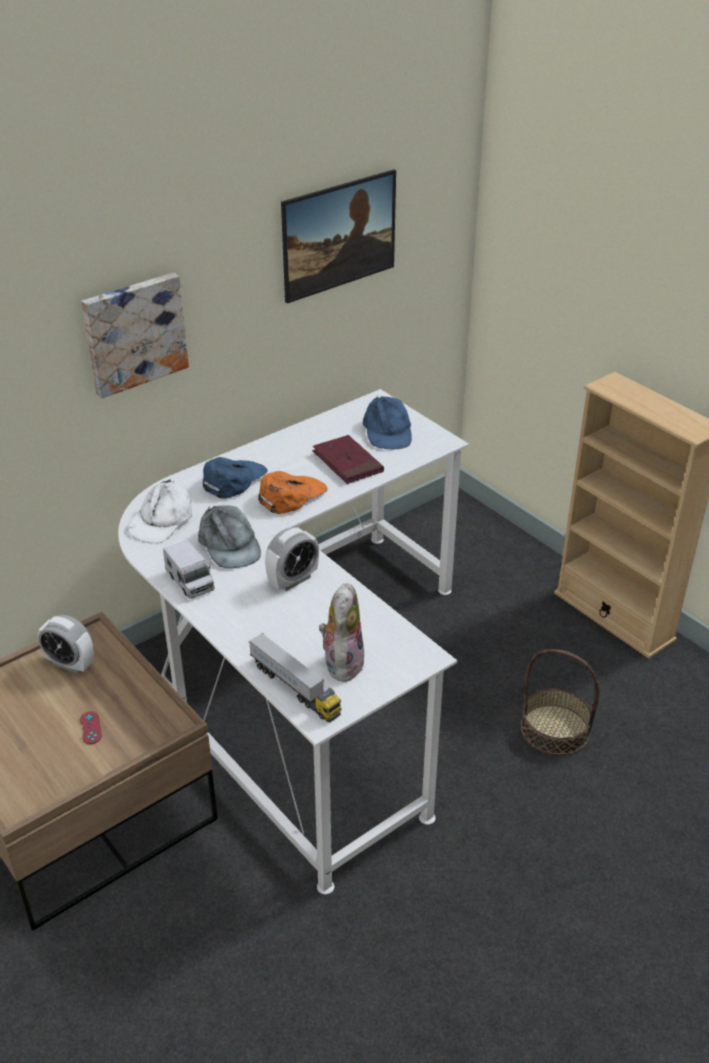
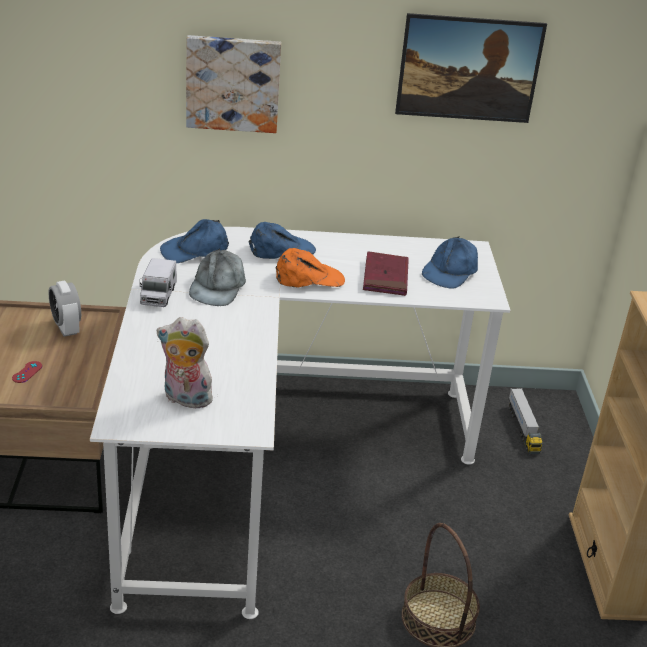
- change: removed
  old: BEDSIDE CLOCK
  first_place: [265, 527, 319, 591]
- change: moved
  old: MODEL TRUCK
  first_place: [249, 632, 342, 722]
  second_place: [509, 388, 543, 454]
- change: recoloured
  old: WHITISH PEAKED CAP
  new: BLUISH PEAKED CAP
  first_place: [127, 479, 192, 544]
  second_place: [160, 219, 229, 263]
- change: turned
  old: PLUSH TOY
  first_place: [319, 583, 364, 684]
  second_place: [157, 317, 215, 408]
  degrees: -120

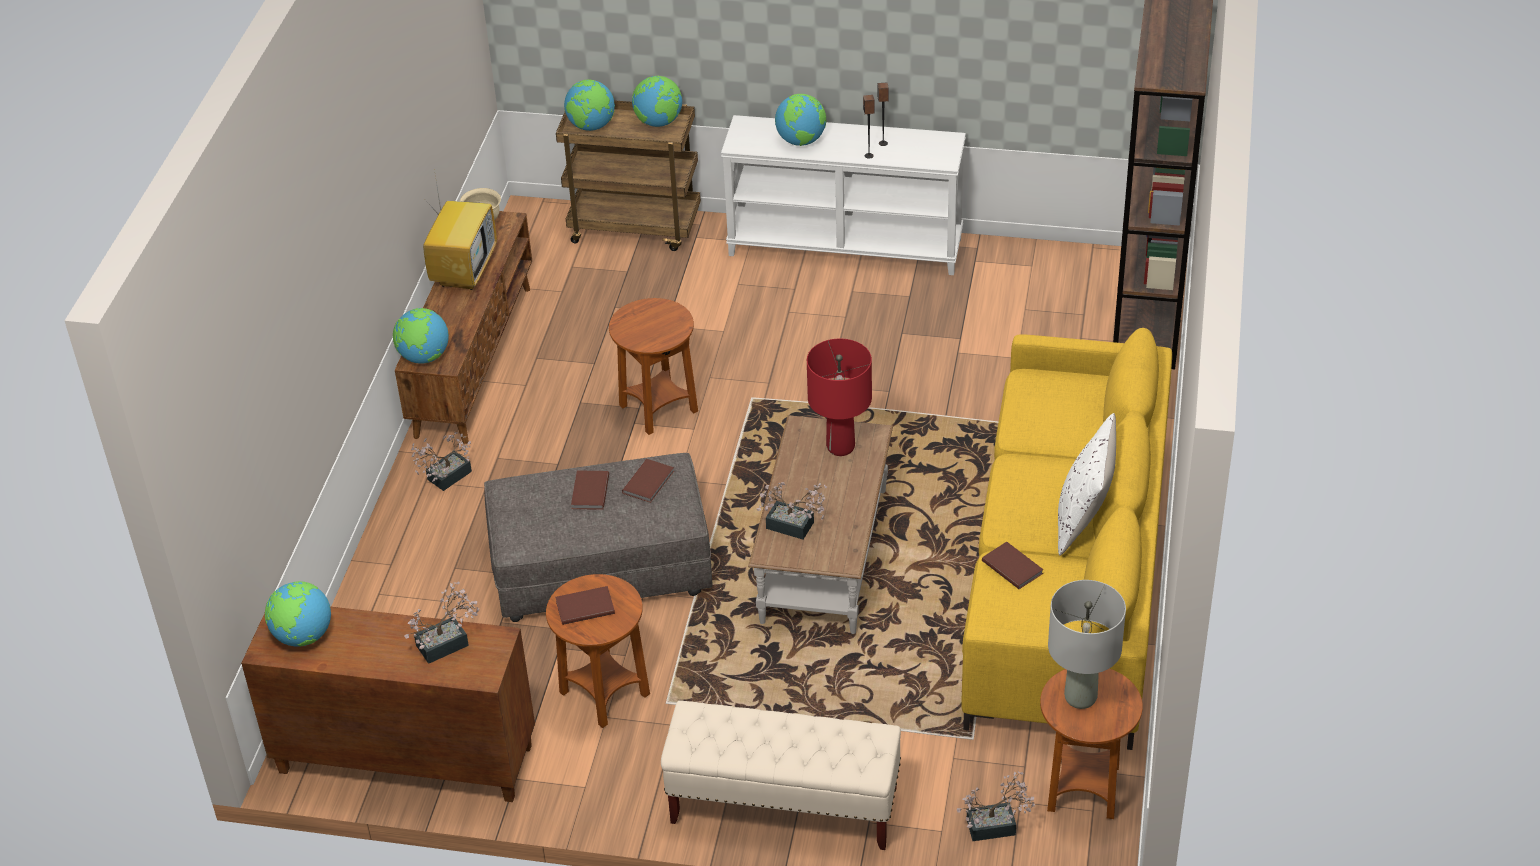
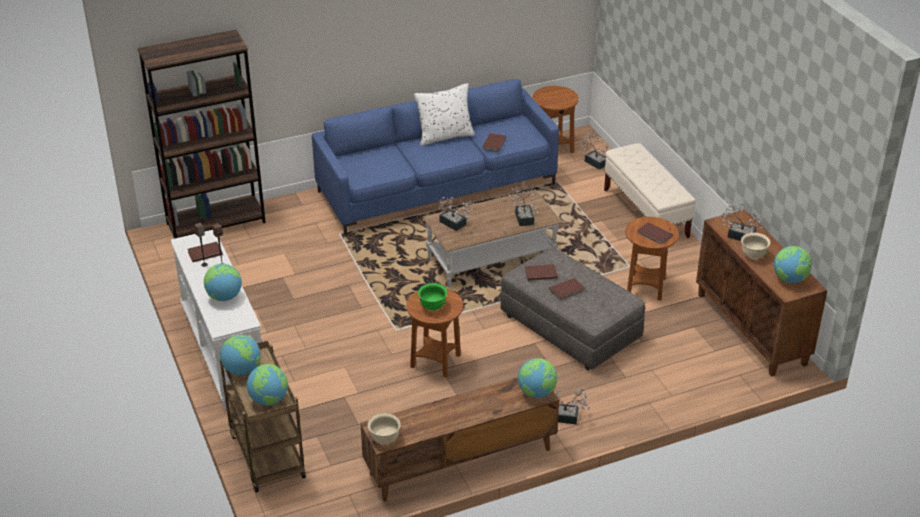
- change: removed
  old: TELEVISION
  first_place: [423, 176, 497, 290]
- change: removed
  old: GREYISH TABLE LAMP
  first_place: [1048, 580, 1126, 709]
- change: added
  new: BROWNISH BOOK
  second_place: [187, 242, 223, 262]
- change: added
  new: GREEN BOWL
  second_place: [418, 283, 447, 311]
- change: added
  new: BEIGE BOWL
  second_place: [741, 233, 771, 259]
- change: replaced
  old: RED TABLE LAMP
  new: HOUSEPLANT
  first_place: [807, 339, 872, 456]
  second_place: [435, 197, 474, 231]
- change: recoloured
  old: YELLOW-COLOURED COUCH
  new: BLUISH COUCH
  first_place: [961, 328, 1172, 750]
  second_place: [312, 79, 559, 236]

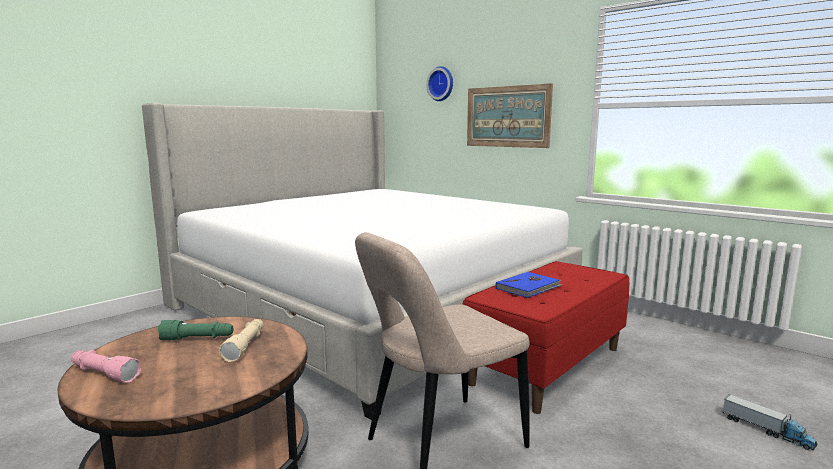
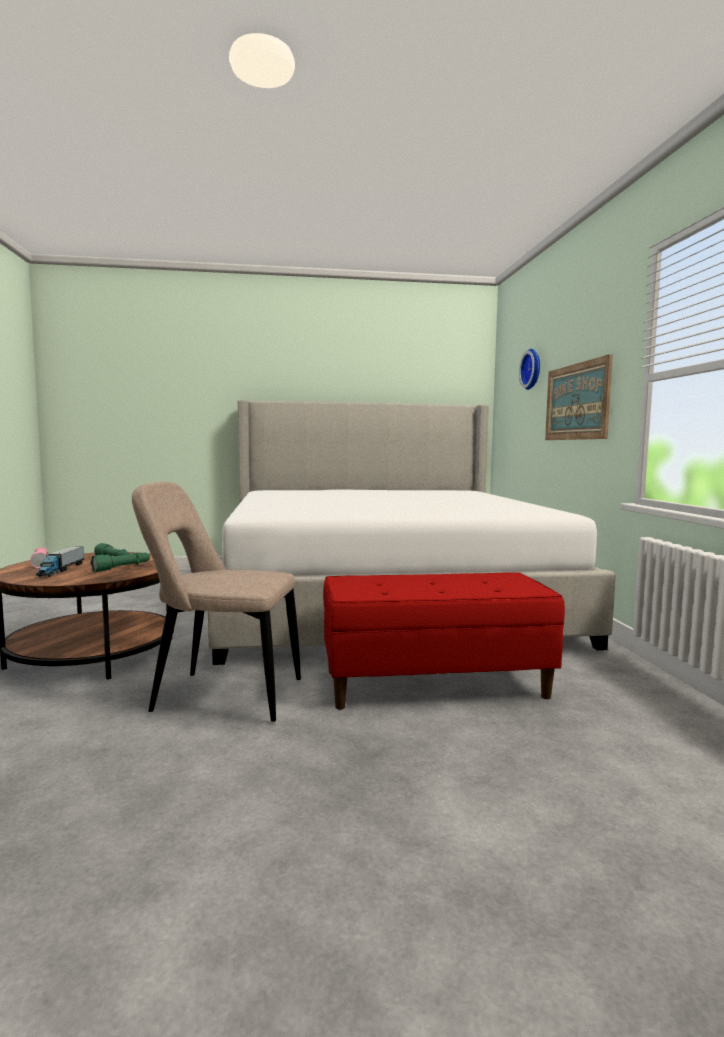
- change: removed
  old: BLUISH BOOK
  first_place: [496, 272, 562, 298]
- change: moved
  old: MODEL TRUCK
  first_place: [722, 394, 818, 450]
  second_place: [36, 546, 84, 577]
- change: recoloured
  old: BEIGE TORCH
  new: GREEN TORCH
  first_place: [219, 319, 263, 362]
  second_place: [91, 552, 150, 572]

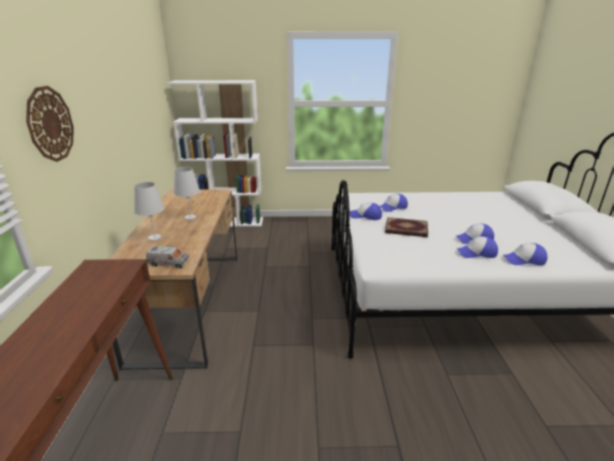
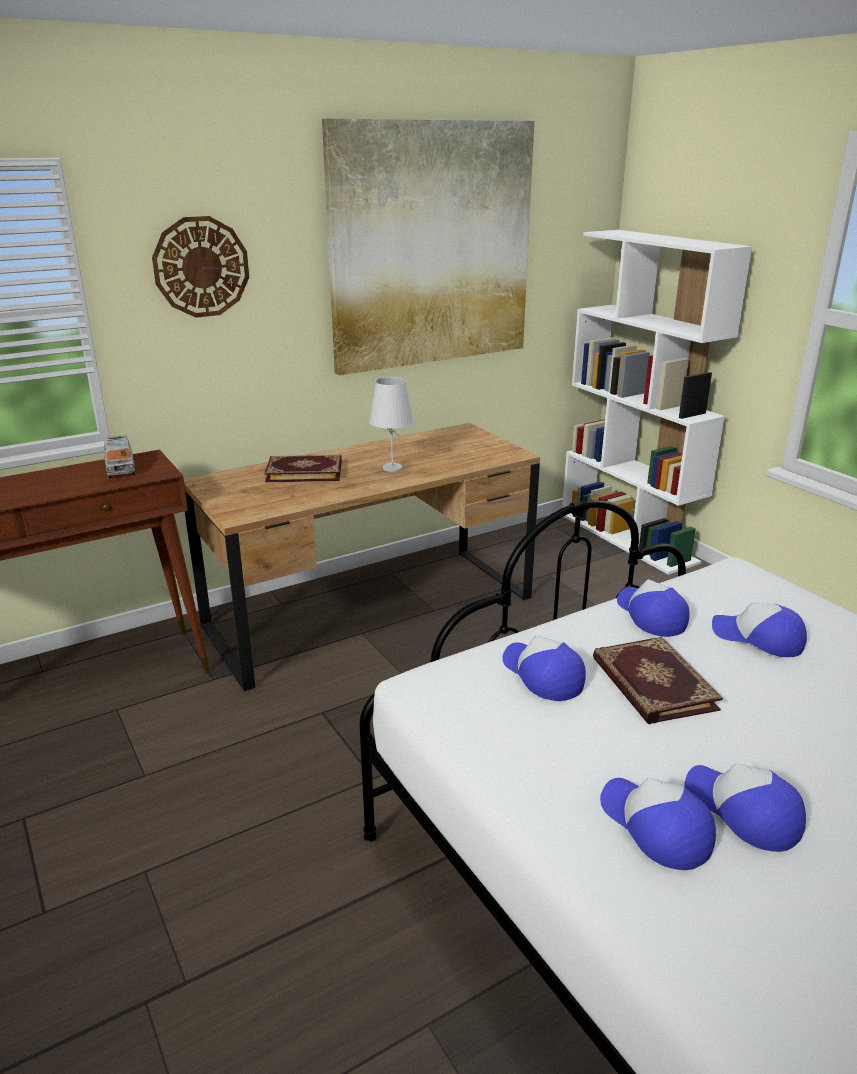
- change: added
  new: PICTURE
  second_place: [322, 119, 534, 375]
- change: moved
  old: MODEL TRUCK
  first_place: [146, 246, 189, 269]
  second_place: [104, 435, 136, 478]
- change: moved
  old: PEAKED CAP
  first_place: [502, 243, 547, 265]
  second_place: [503, 636, 586, 701]
- change: replaced
  old: WHITISH TABLE LAMP
  new: BOOK
  first_place: [134, 182, 164, 241]
  second_place: [264, 455, 342, 482]

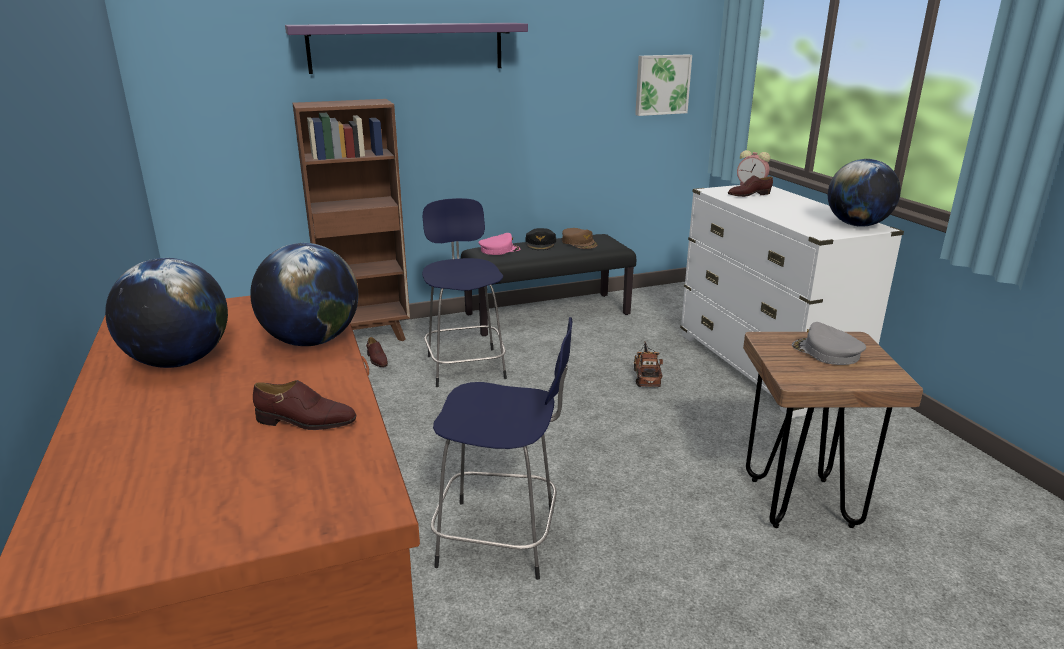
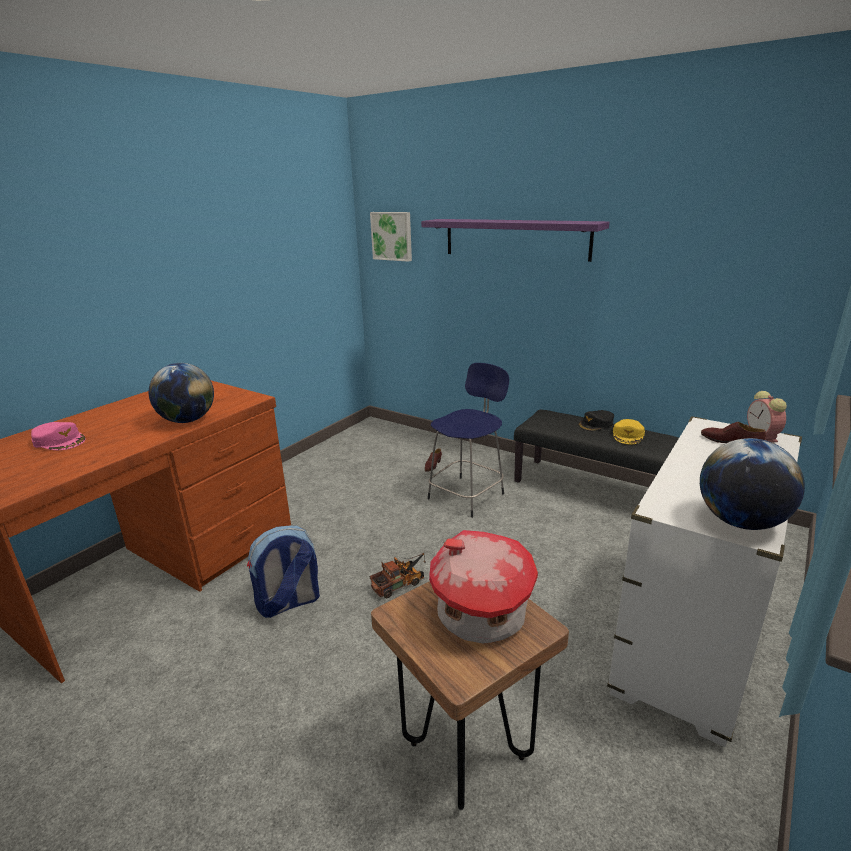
- change: removed
  old: DESK GLOBE
  first_place: [105, 258, 228, 368]
- change: removed
  old: BROWNISH ITEM OF FOOTWEAR
  first_place: [253, 380, 356, 430]
- change: removed
  old: BROWNISH SHELVING UNIT
  first_place: [292, 99, 410, 341]
- change: moved
  old: PINKISH PEAKED CAP
  first_place: [478, 233, 521, 255]
  second_place: [31, 422, 86, 450]
- change: moved
  old: MODEL TRUCK
  first_place: [634, 341, 663, 387]
  second_place: [370, 553, 426, 598]
- change: moved
  old: PICTURE
  first_place: [635, 54, 692, 116]
  second_place: [370, 212, 412, 262]
- change: replaced
  old: BLUISH STOOL
  new: RUCKSACK
  first_place: [431, 317, 572, 580]
  second_place: [247, 526, 320, 618]
- change: replaced
  old: GREYISH PEAKED CAP
  new: TOY HOUSE
  first_place: [792, 322, 866, 365]
  second_place: [429, 530, 538, 643]
- change: recoloured
  old: BROWNISH PEAKED CAP
  new: YELLOW-COLOURED PEAKED CAP
  first_place: [562, 228, 598, 249]
  second_place: [613, 419, 645, 444]

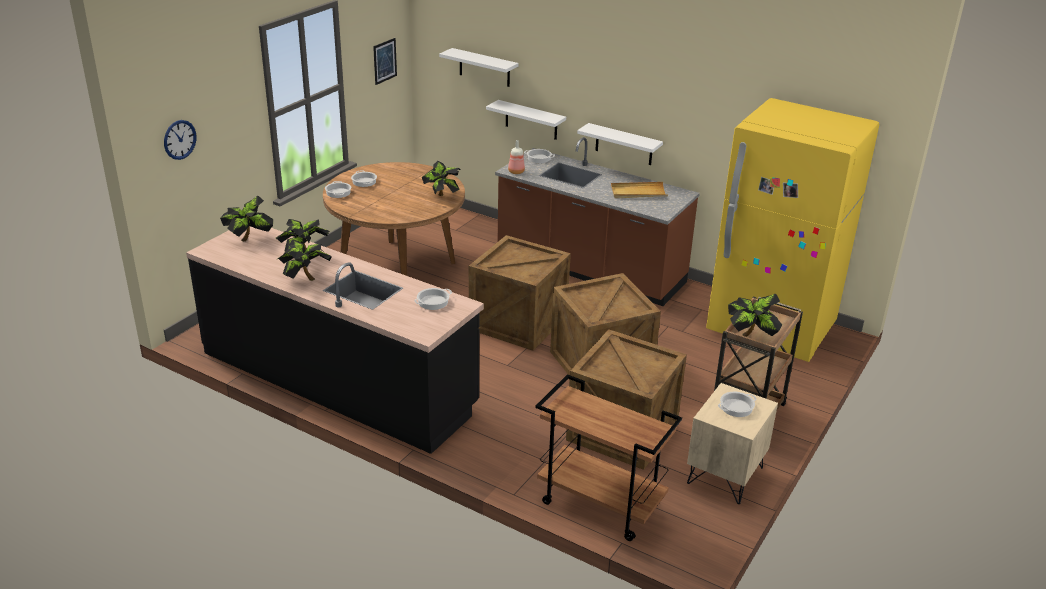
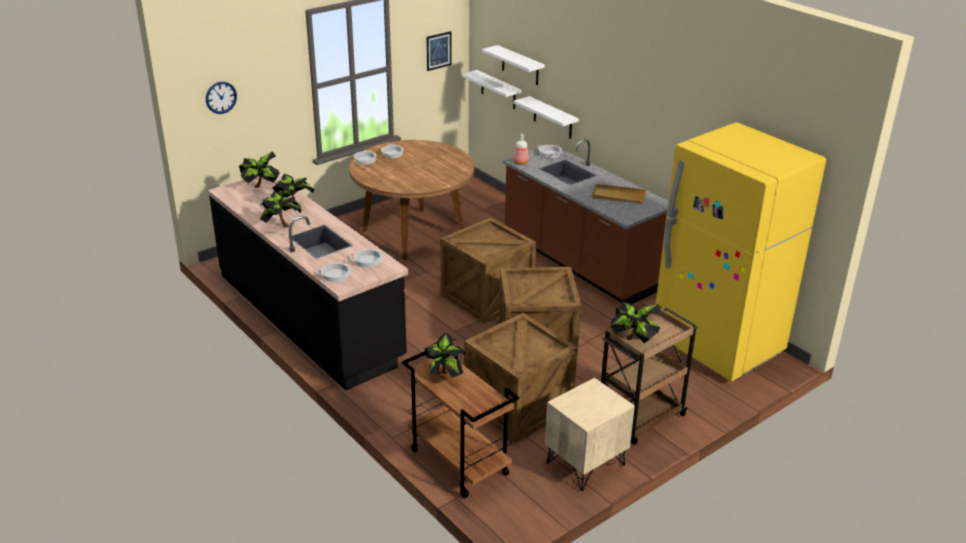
- change: moved
  old: HOUSEPLANT
  first_place: [422, 161, 460, 196]
  second_place: [425, 332, 466, 378]
- change: moved
  old: WHITISH WALL SHELF
  first_place: [577, 123, 663, 165]
  second_place: [462, 70, 521, 109]
- change: moved
  old: SAUCEPOT
  first_place: [718, 392, 756, 417]
  second_place: [316, 263, 354, 282]

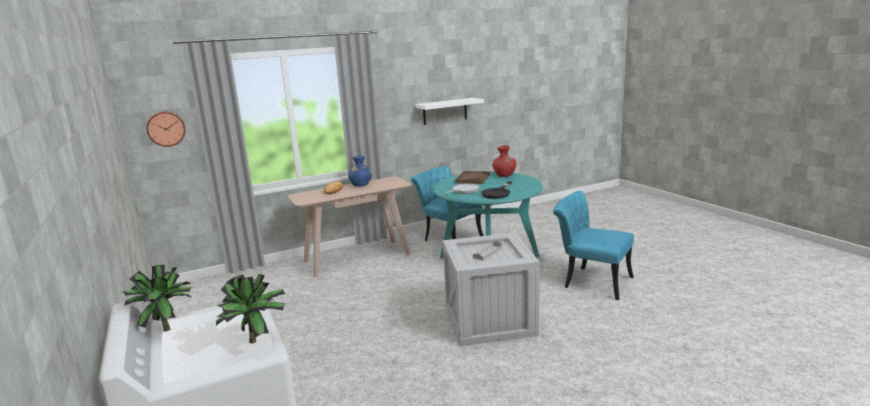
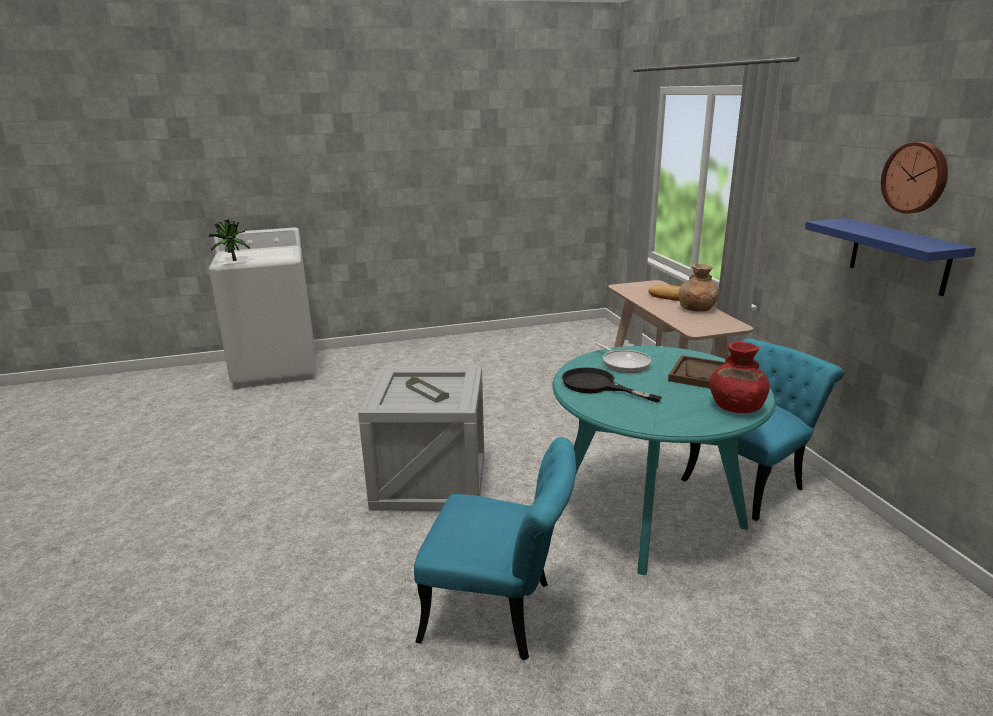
- change: removed
  old: HOUSEPLANT
  first_place: [122, 265, 192, 332]
- change: moved
  old: CLOCK ON THE WALL
  first_place: [146, 111, 186, 147]
  second_place: [881, 142, 948, 213]
- change: recoloured
  old: BLUISH FLOWER VASE
  new: BROWNISH FLOWER VASE
  first_place: [348, 156, 372, 187]
  second_place: [679, 264, 719, 312]
- change: recoloured
  old: WHITISH WALL SHELF
  new: BLUISH WALL SHELF
  first_place: [415, 98, 484, 125]
  second_place: [805, 218, 976, 296]
- change: turned
  old: TURQUOISE PLAIN CHAIR
  first_place: [553, 191, 634, 300]
  second_place: [414, 437, 576, 661]
  degrees: 60

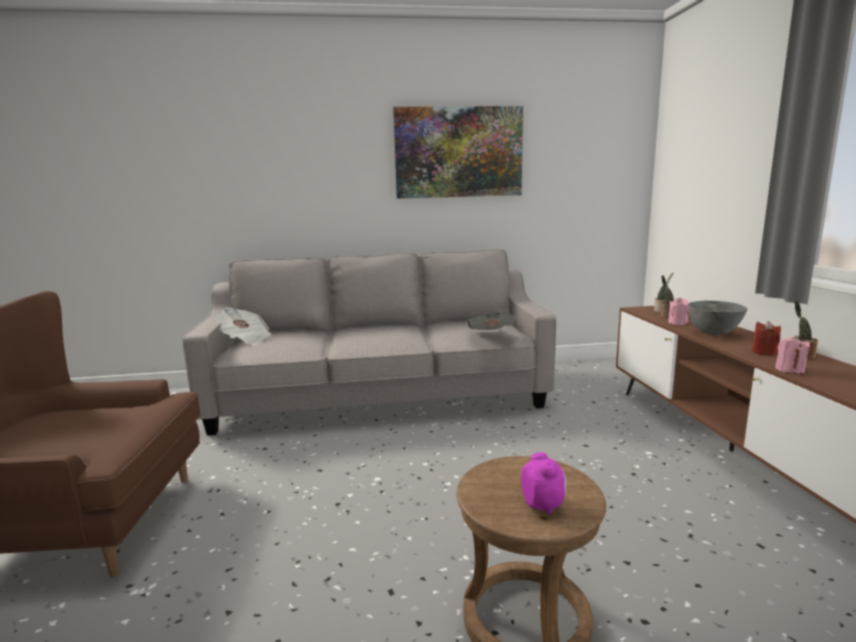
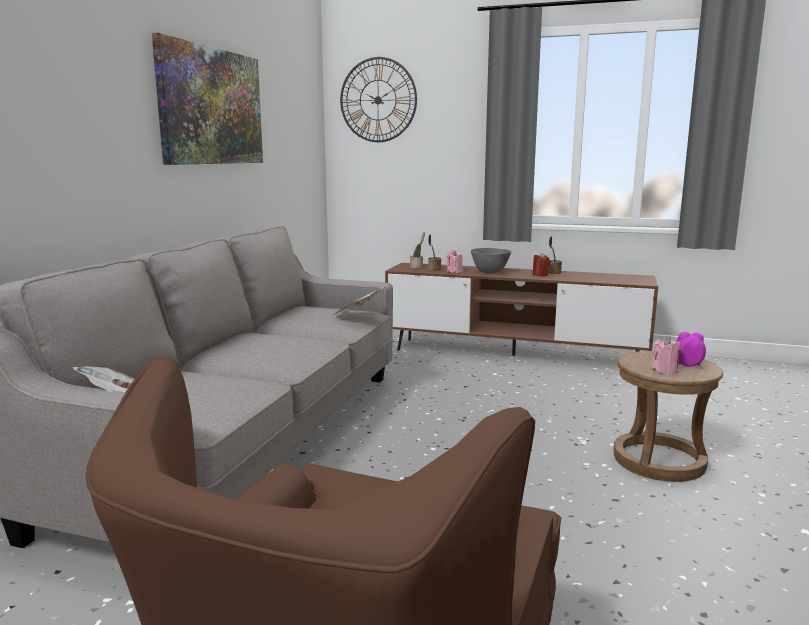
- change: added
  new: CLOCK ON THE WALL
  second_place: [340, 57, 417, 142]
- change: moved
  old: PINKISH WAX LIGHT
  first_place: [775, 335, 810, 374]
  second_place: [651, 337, 680, 375]

